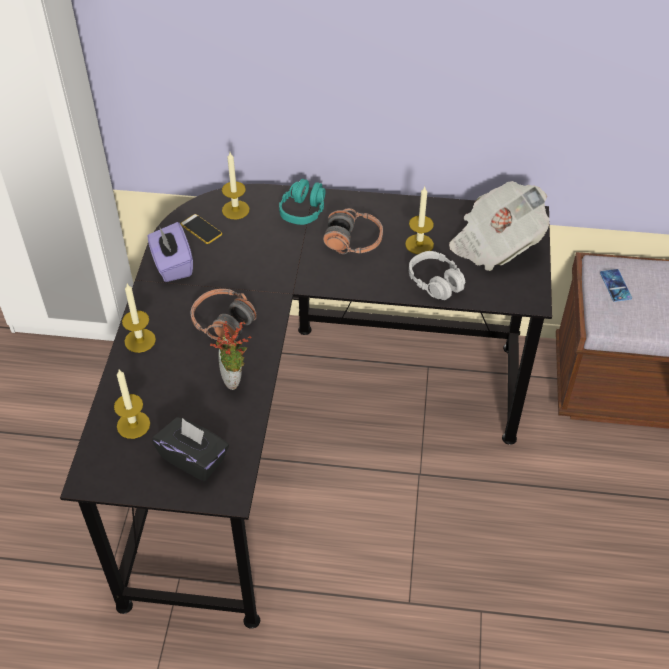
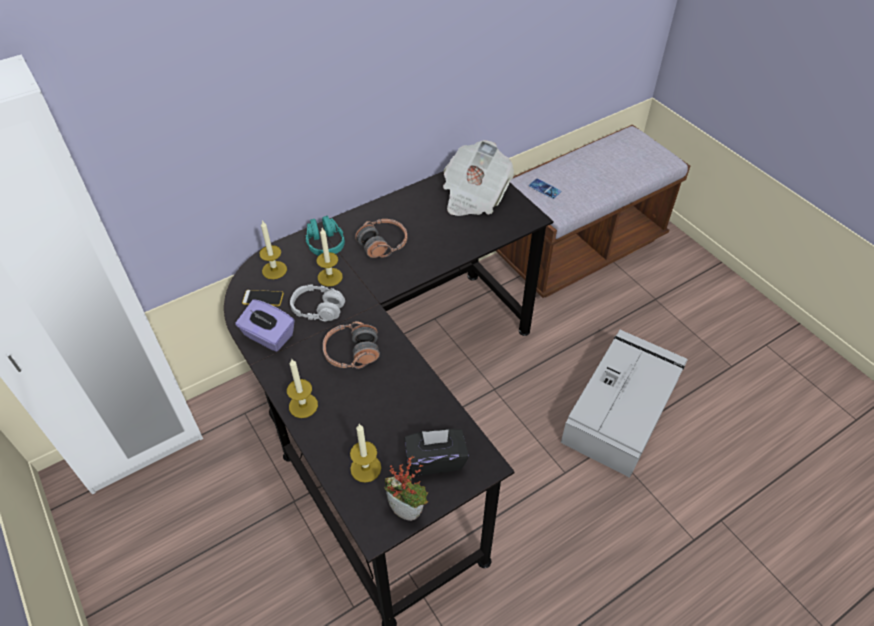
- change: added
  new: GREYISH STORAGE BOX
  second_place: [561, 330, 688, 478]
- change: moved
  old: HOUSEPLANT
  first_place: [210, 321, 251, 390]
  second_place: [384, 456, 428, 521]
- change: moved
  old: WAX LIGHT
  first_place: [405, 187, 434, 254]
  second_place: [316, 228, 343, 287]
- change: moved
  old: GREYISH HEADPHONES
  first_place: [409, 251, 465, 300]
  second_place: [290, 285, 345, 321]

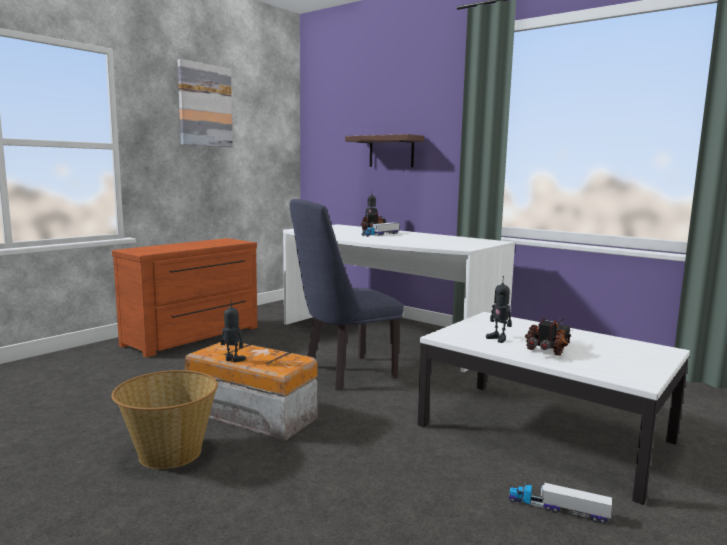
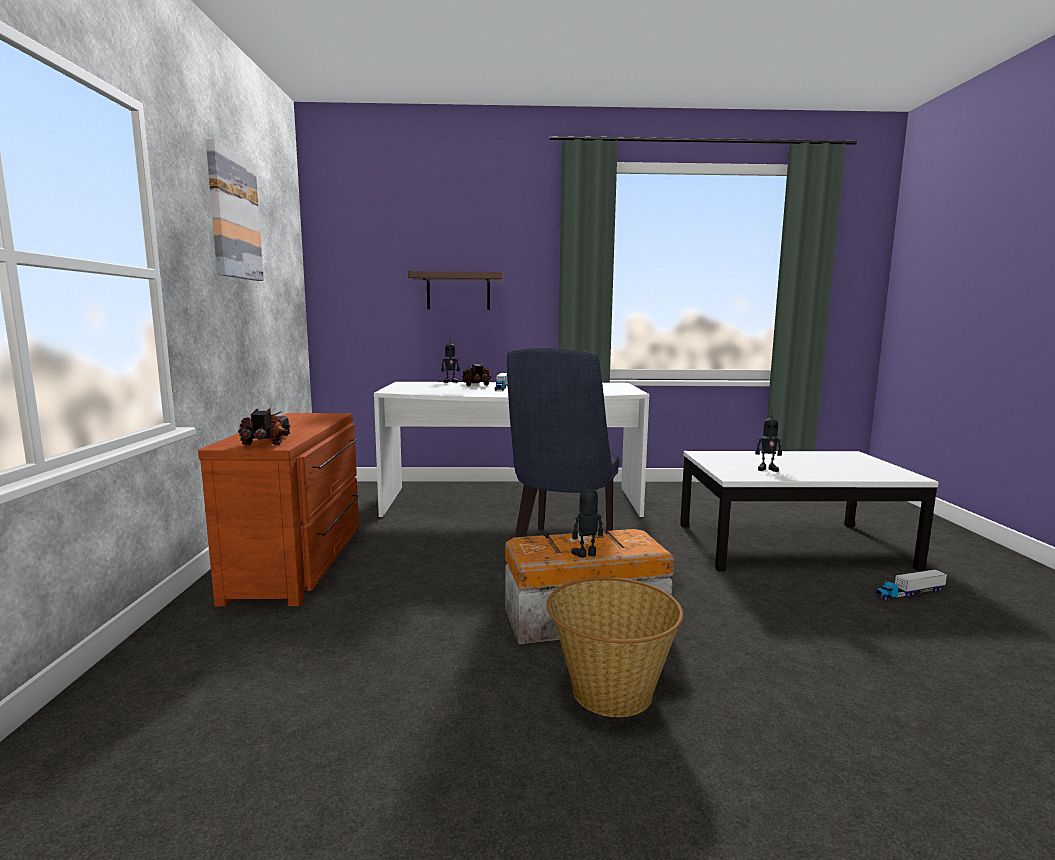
- change: moved
  old: MODEL TRUCK
  first_place: [525, 318, 572, 356]
  second_place: [238, 408, 290, 445]

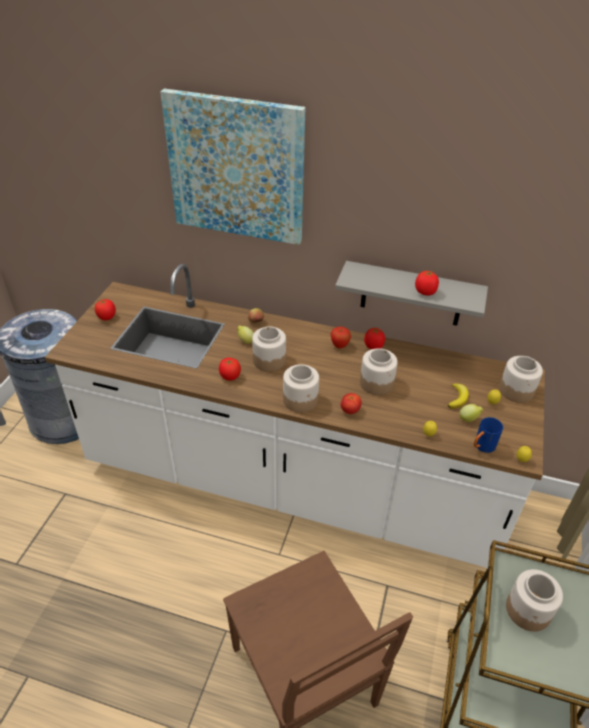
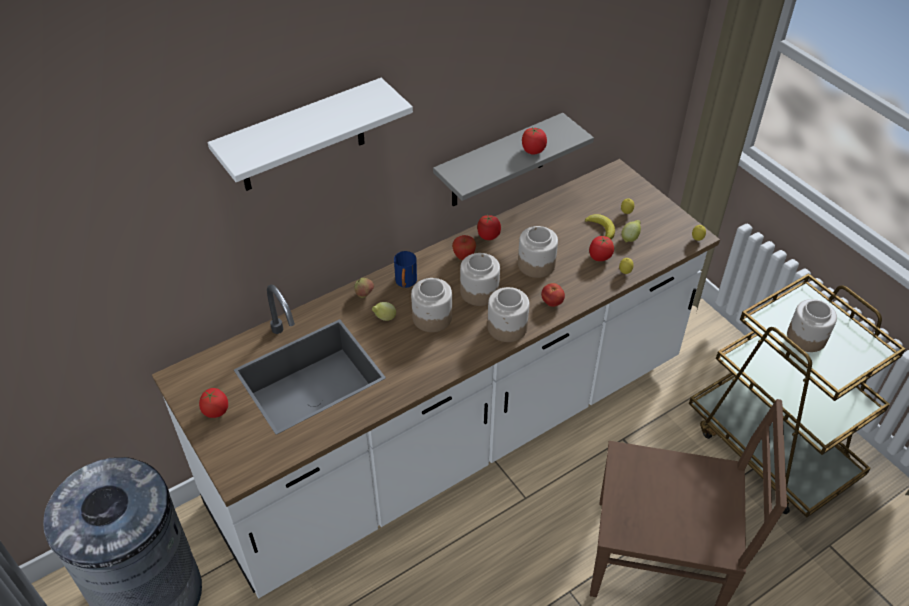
- change: moved
  old: TOMATO
  first_place: [219, 358, 241, 381]
  second_place: [589, 236, 614, 261]
- change: moved
  old: BLUISH TEA MUG
  first_place: [474, 417, 503, 453]
  second_place: [394, 251, 417, 288]
- change: moved
  old: PRESERVE JAR
  first_place: [499, 356, 543, 403]
  second_place: [460, 253, 500, 306]
- change: replaced
  old: PICTURE
  new: WHITISH WALL SHELF
  first_place: [160, 88, 306, 245]
  second_place: [208, 78, 413, 191]

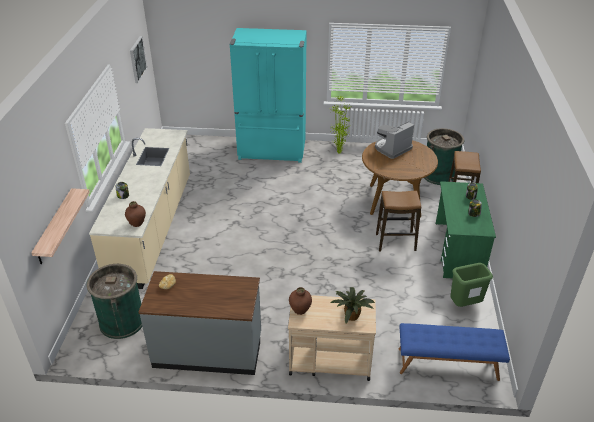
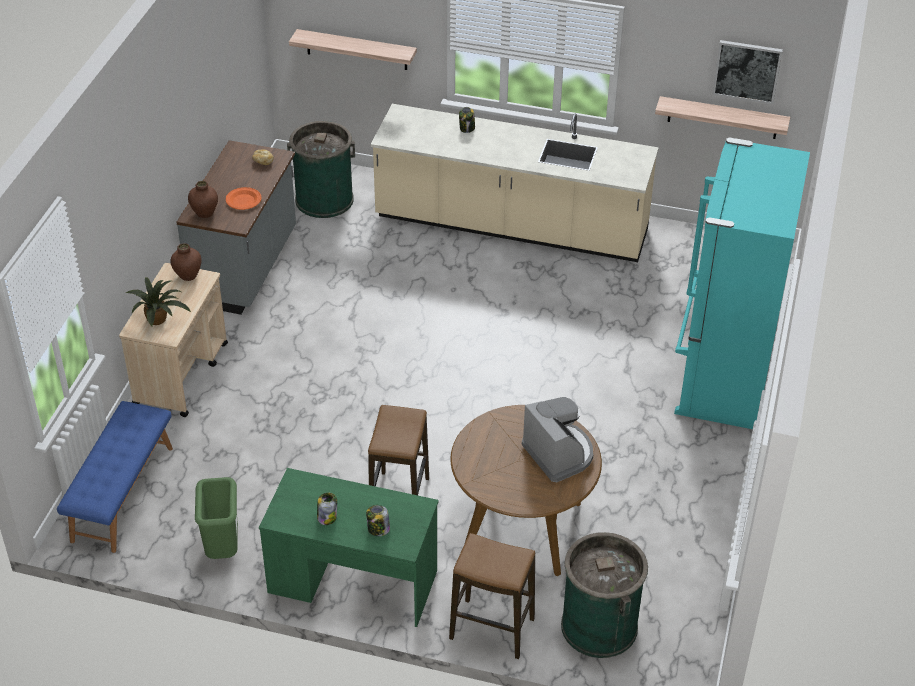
- change: removed
  old: HOUSEPLANT
  first_place: [329, 96, 351, 154]
- change: added
  new: ORANGE-COLOURED FLAT DISH
  second_place: [226, 187, 261, 210]
- change: added
  new: WALL SHELF
  second_place: [655, 96, 790, 139]
- change: moved
  old: BROWNISH FLOWER VASE
  first_place: [125, 201, 146, 227]
  second_place: [188, 181, 218, 218]

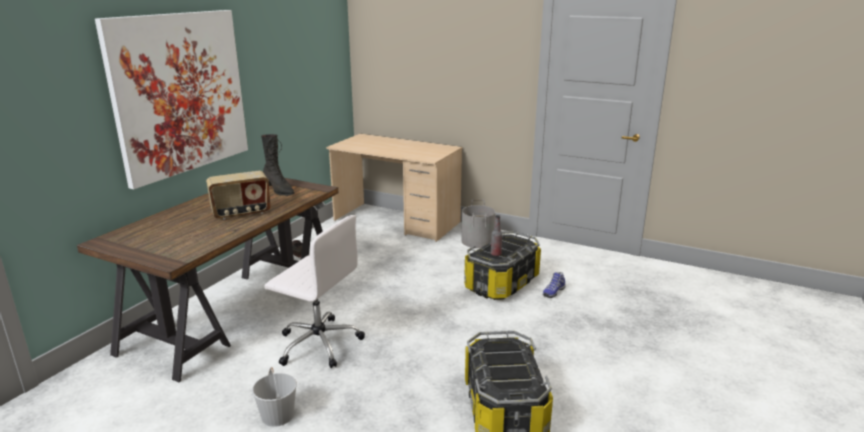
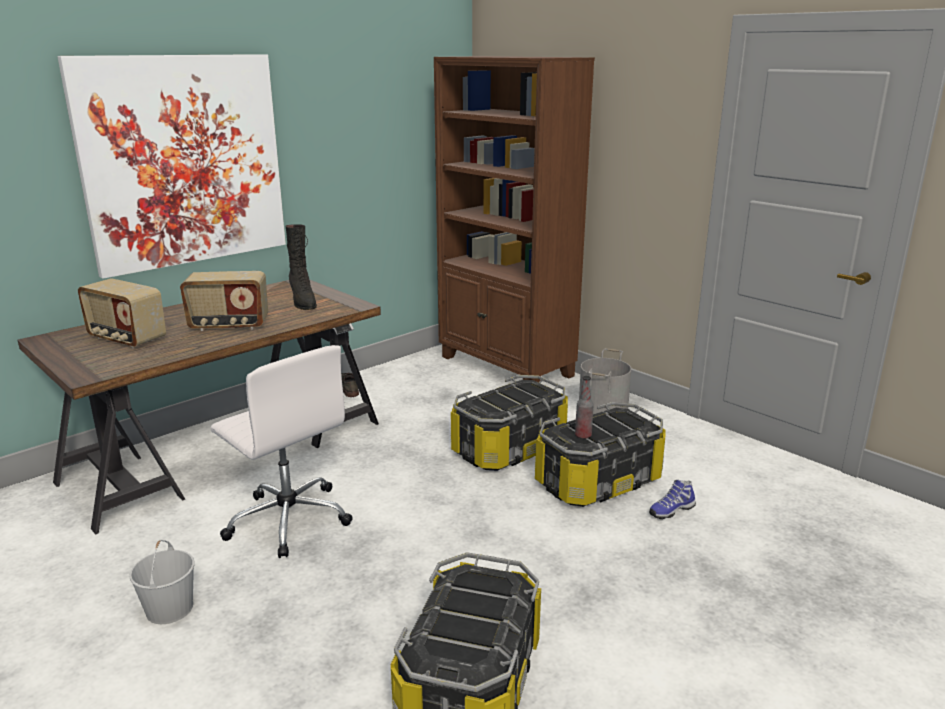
- change: added
  new: RADIO SET
  second_place: [78, 278, 166, 348]
- change: added
  new: STORAGE BOX
  second_place: [451, 375, 568, 471]
- change: replaced
  old: BEIGE DESK UNIT
  new: BROWNISH SHELVING UNIT
  first_place: [326, 133, 463, 242]
  second_place: [434, 56, 595, 382]

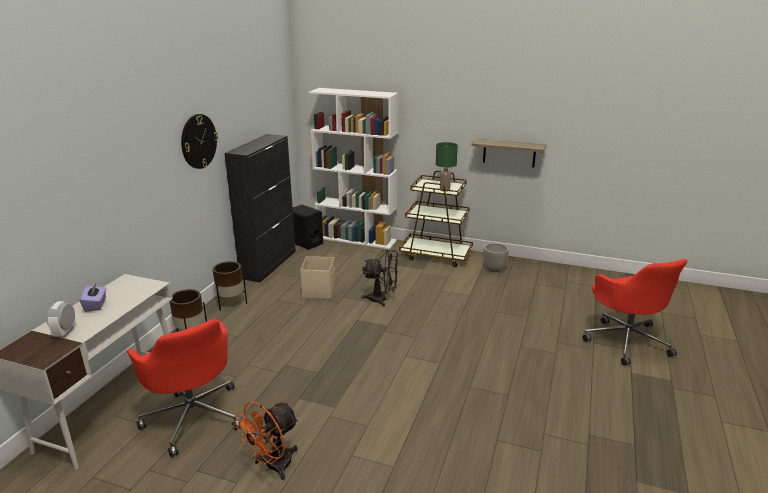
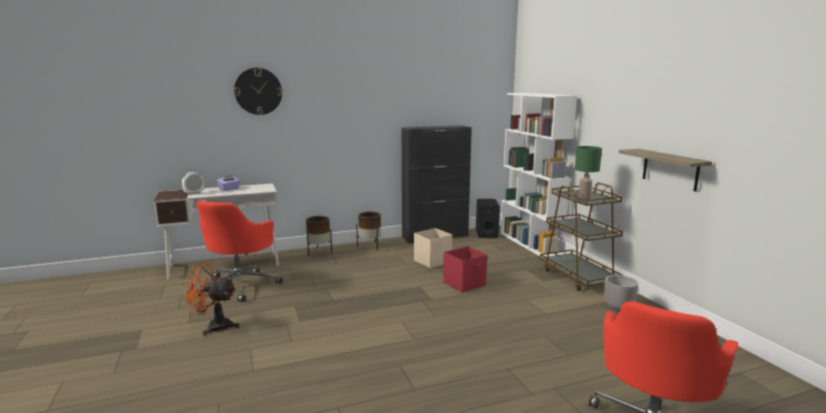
- change: moved
  old: CLOCK ON THE WALL
  first_place: [181, 114, 218, 169]
  second_place: [234, 68, 282, 115]
- change: replaced
  old: BLACKISH COOLING FAN
  new: RED STORAGE BOX
  first_place: [362, 249, 398, 307]
  second_place: [443, 246, 487, 293]

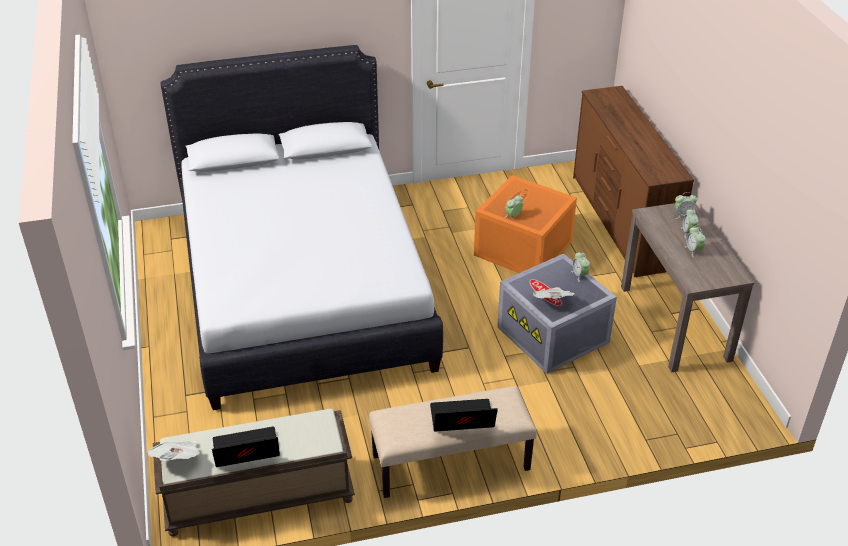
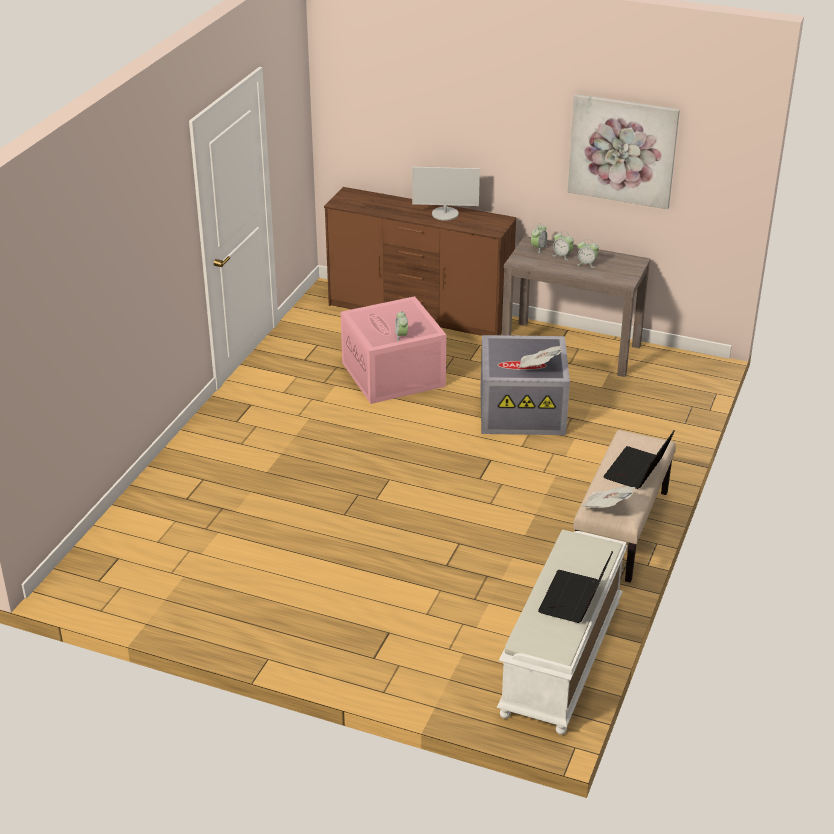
- change: removed
  old: WHITISH BEDROOM BED
  first_place: [160, 45, 443, 410]
- change: removed
  old: BEDSIDE CLOCK
  first_place: [571, 252, 590, 282]
- change: added
  new: COMPUTER DISPLAY
  second_place: [412, 167, 480, 221]
- change: added
  new: PICTURE
  second_place: [568, 94, 680, 209]
- change: moved
  old: NEWSPAPER
  first_place: [147, 440, 201, 461]
  second_place: [581, 486, 635, 508]
- change: recoloured
  old: BROWNISH LONG SEAT
  new: WHITISH LONG SEAT
  first_place: [153, 409, 355, 536]
  second_place: [497, 530, 628, 735]
- change: recoloured
  old: ORANGE-COLOURED STORAGE BOX
  new: PINKISH STORAGE BOX
  first_place: [474, 175, 577, 273]
  second_place: [340, 296, 446, 404]

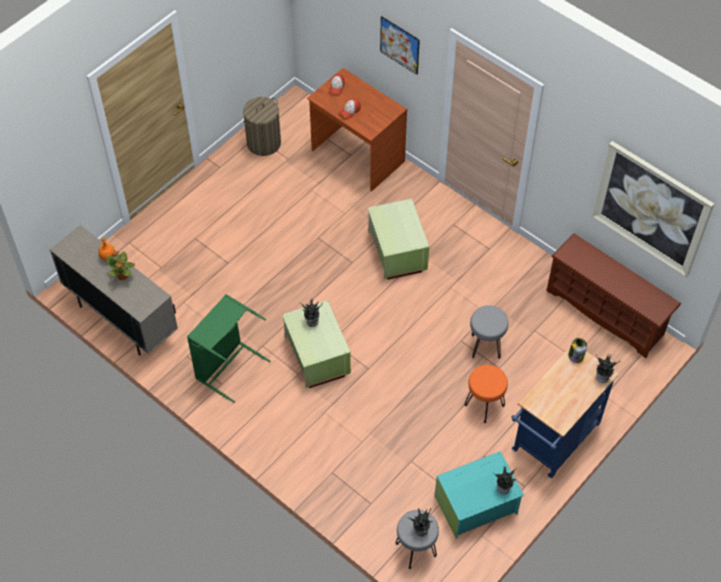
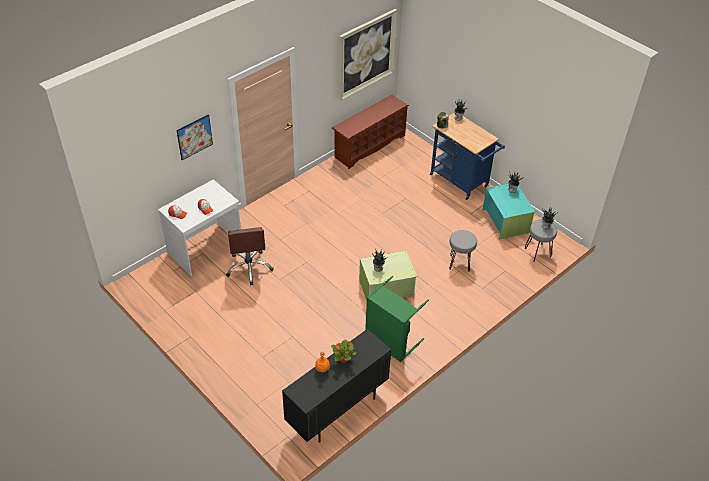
- change: removed
  old: LAUNDRY BASKET
  first_place: [243, 97, 281, 156]
- change: removed
  old: GREEN STORAGE BOX
  first_place: [368, 198, 430, 280]
- change: removed
  old: ORANGE-COLOURED STOOL
  first_place: [465, 365, 508, 423]
- change: added
  new: BROWNISH DESK CHAIR
  second_place: [226, 227, 274, 286]
- change: moved
  old: GREYISH STOOL
  first_place: [470, 305, 508, 359]
  second_place: [449, 230, 477, 272]
- change: recoloured
  old: BEIGE CUPBOARD
  new: BLACKISH CUPBOARD
  first_place: [50, 225, 178, 356]
  second_place: [282, 329, 391, 443]
- change: recoloured
  old: BROWNISH DESK UNIT
  new: WHITISH DESK UNIT
  first_place: [307, 68, 407, 192]
  second_place: [158, 179, 241, 276]

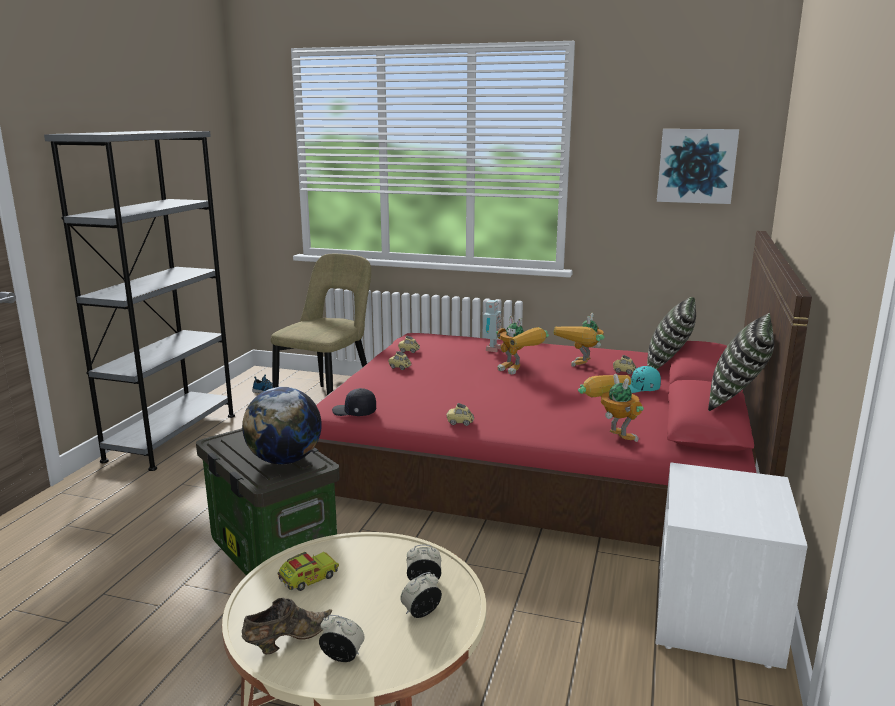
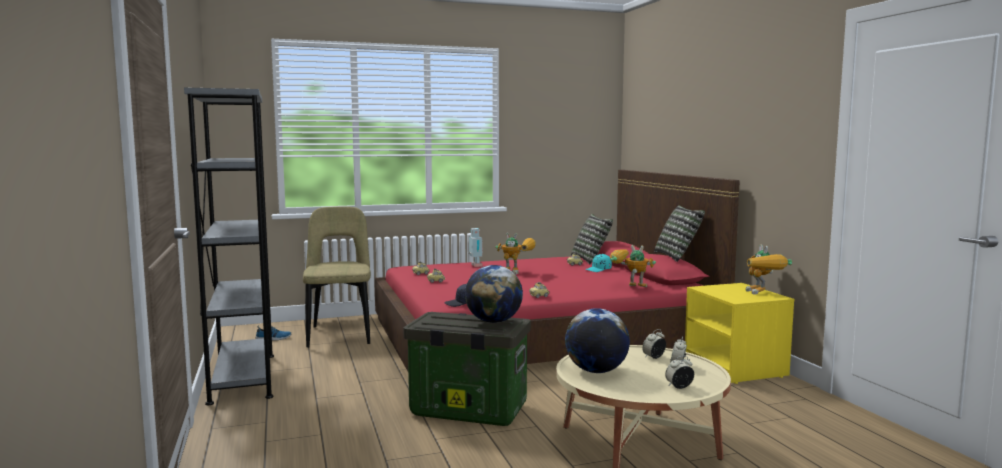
- change: removed
  old: BROWNISH ITEM OF FOOTWEAR
  first_place: [242, 598, 332, 654]
- change: removed
  old: PICTURE
  first_place: [657, 129, 739, 204]
- change: moved
  old: TOY ROBOT
  first_place: [554, 313, 604, 367]
  second_place: [746, 244, 792, 295]
- change: replaced
  old: MODEL TRUCK
  new: DESK GLOBE
  first_place: [278, 552, 339, 591]
  second_place: [565, 308, 630, 373]
- change: recoloured
  old: WHITISH NIGHT TABLE
  new: YELLOW-COLOURED NIGHT TABLE
  first_place: [656, 462, 808, 669]
  second_place: [685, 283, 794, 384]

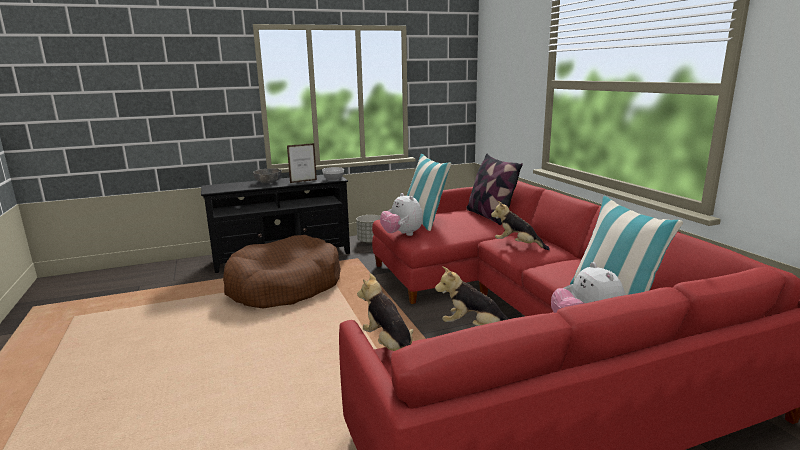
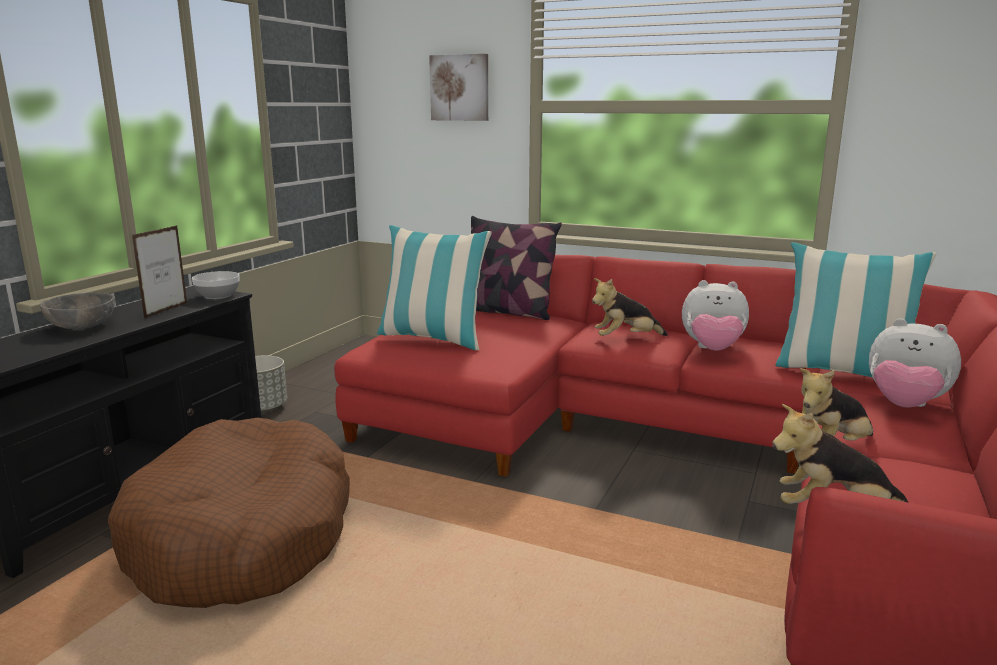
- change: added
  new: PICTURE
  second_place: [429, 54, 488, 121]
- change: moved
  old: PLUSH TOY
  first_place: [380, 193, 423, 236]
  second_place: [682, 280, 749, 351]

